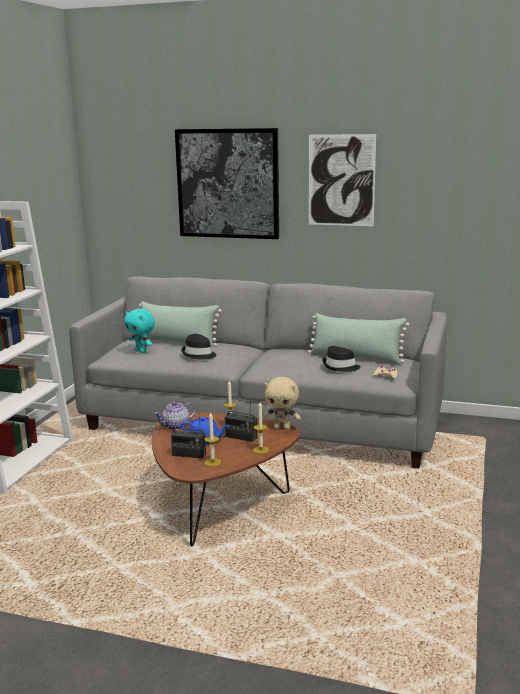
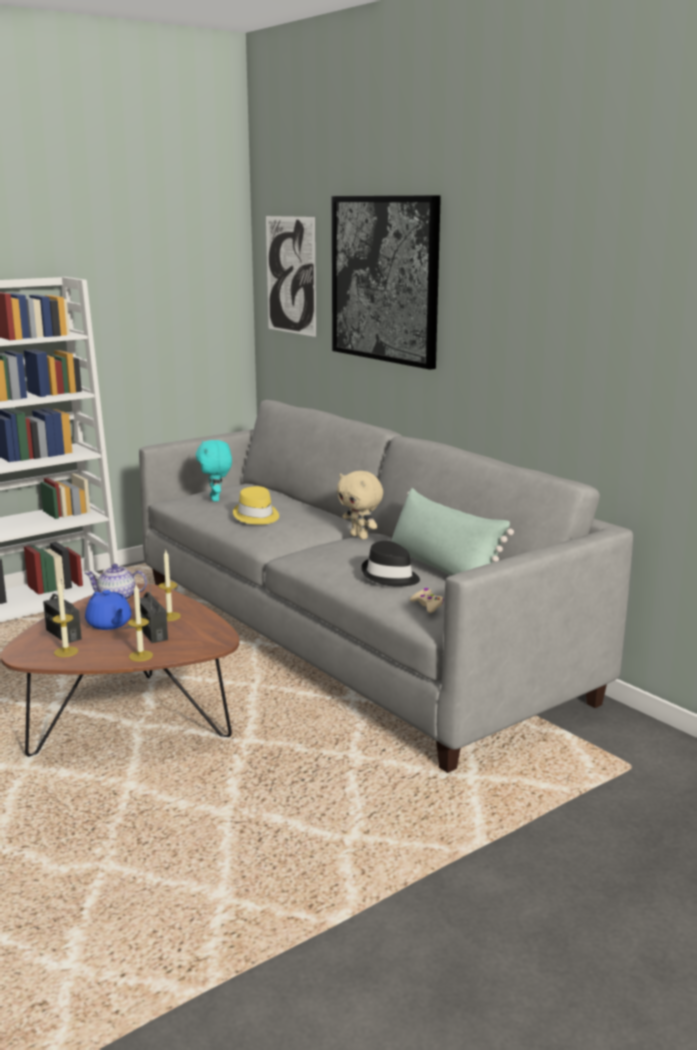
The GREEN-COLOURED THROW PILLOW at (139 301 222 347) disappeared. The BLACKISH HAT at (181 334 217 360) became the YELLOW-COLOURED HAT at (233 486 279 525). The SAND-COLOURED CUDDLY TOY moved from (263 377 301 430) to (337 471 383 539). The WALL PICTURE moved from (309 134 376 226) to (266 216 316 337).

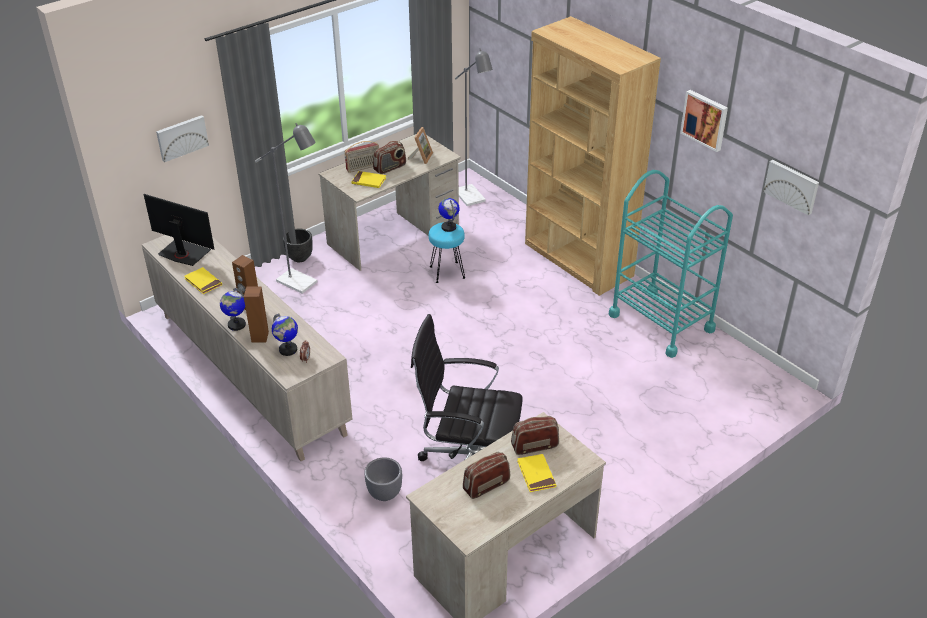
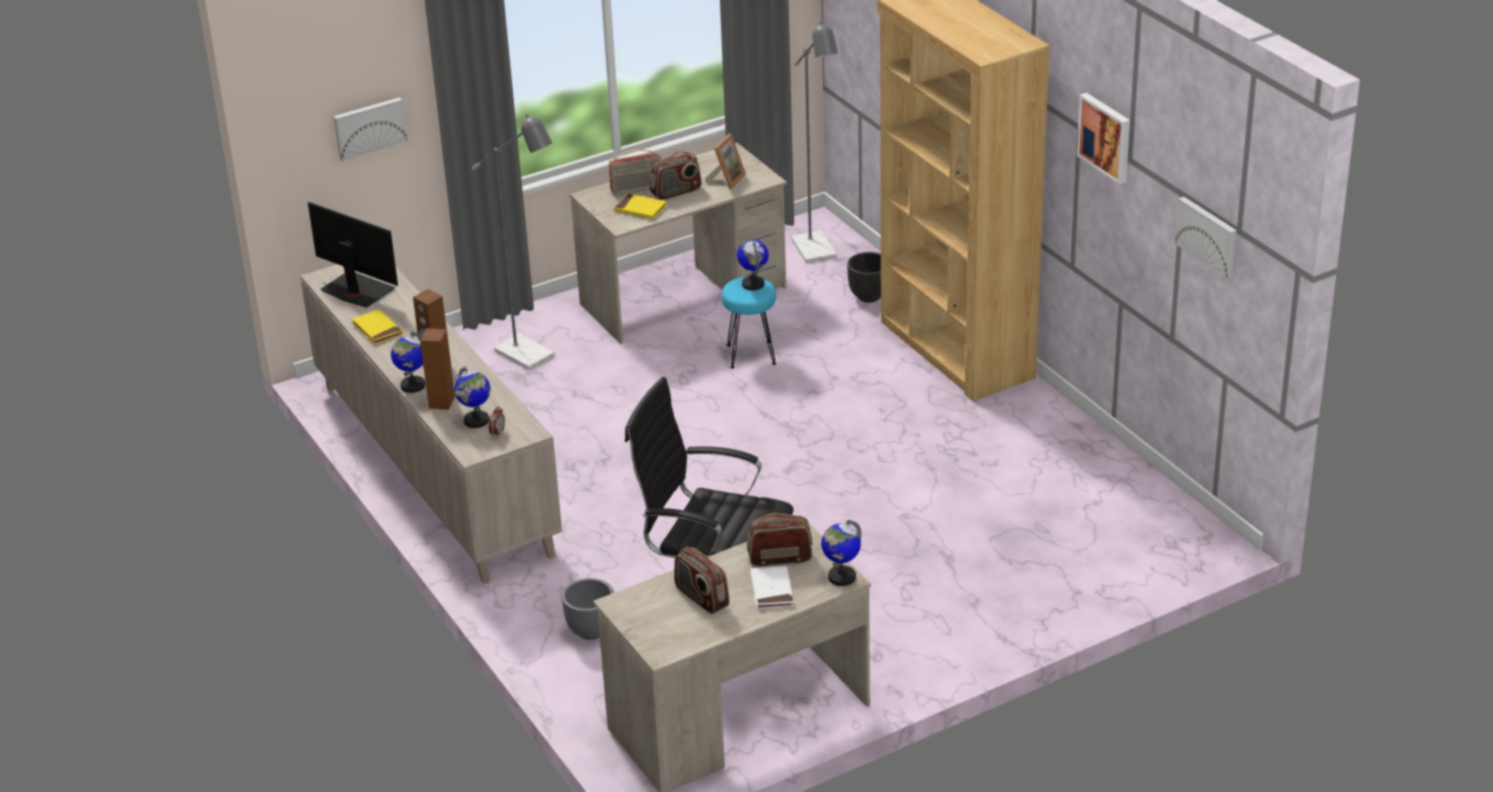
The BLACKISH PLANTER moved from (283 229 313 262) to (847 252 881 302). The RADIO at (463 452 510 499) turned 105 degrees counterclockwise. The YELLOW-COLOURED BOUND BOOK at (517 454 556 492) became the WHITE-COLOURED BOUND BOOK at (751 566 794 609). The TURQUOISE CART at (609 170 733 358) disappeared. The GLOBE at (821 520 861 586) appeared.

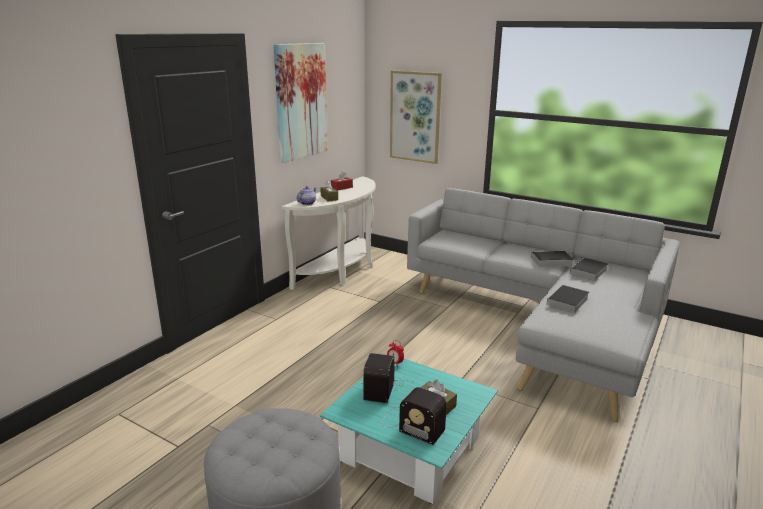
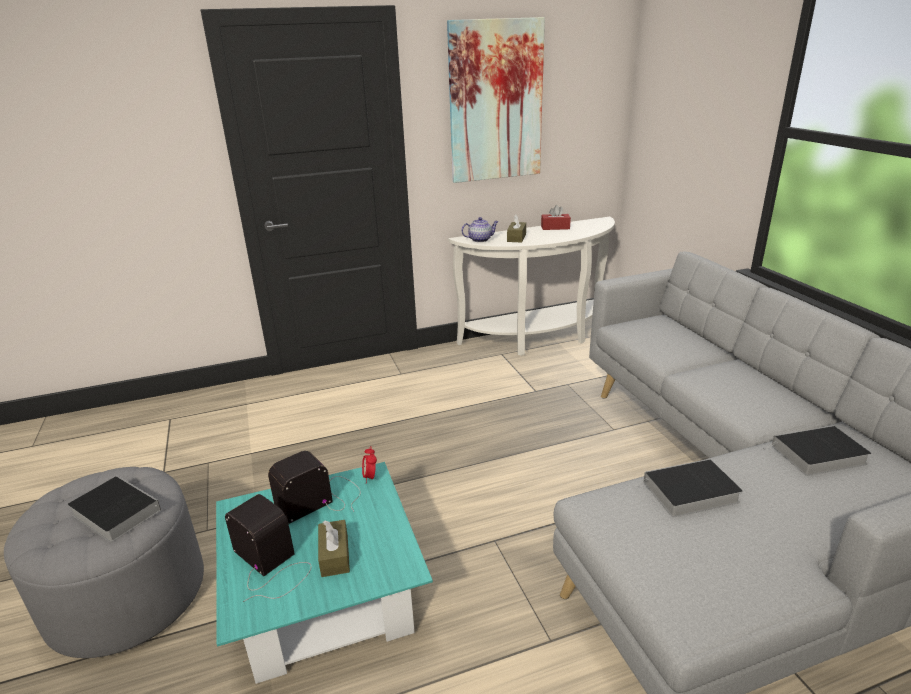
The RADIO at (382 387 447 445) turned 150 degrees clockwise. The WALL PICTURE at (390 70 442 164) disappeared. The BOUND BOOK moved from (526 251 574 267) to (68 476 161 542).

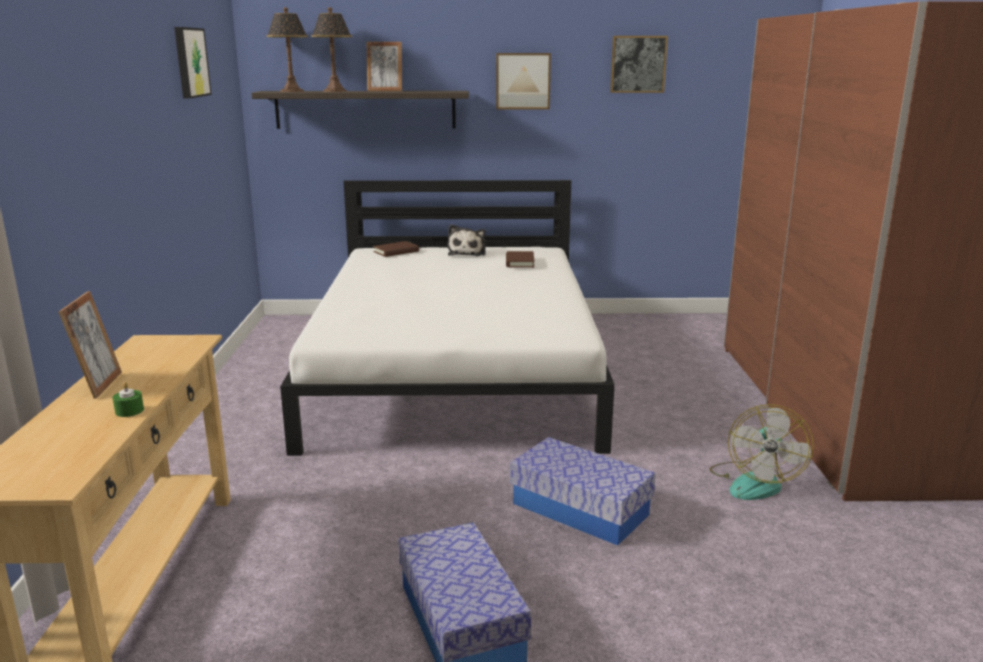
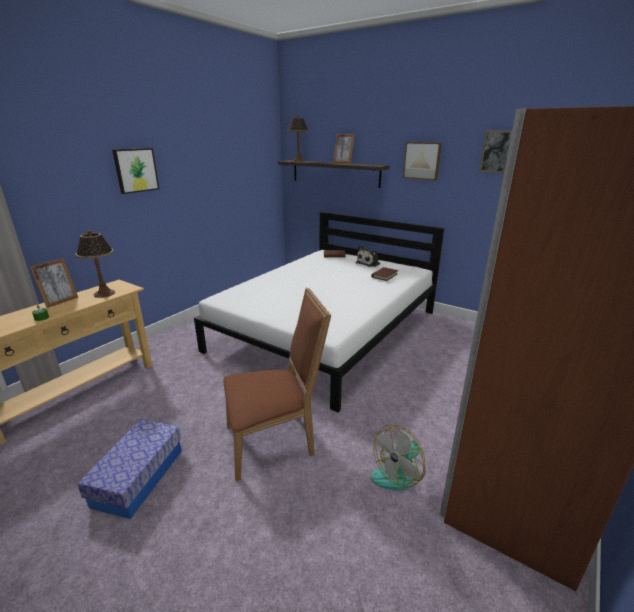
The WALL PICTURE moved from (174 27 212 99) to (112 148 159 194). The LAMP FOR A TABLE moved from (311 7 352 92) to (75 230 115 298). The STORAGE CONTAINER at (510 437 656 545) was replaced by the BROWN PLAIN CHAIR at (223 288 331 481).

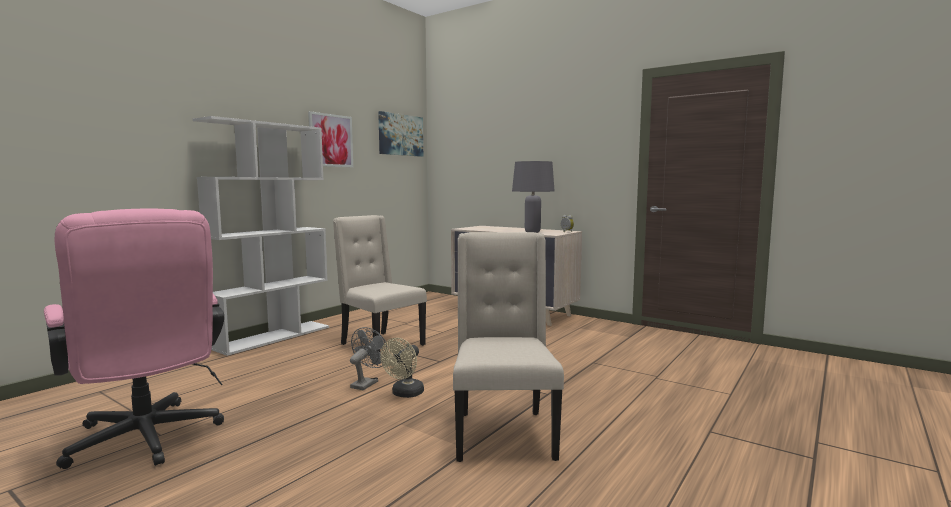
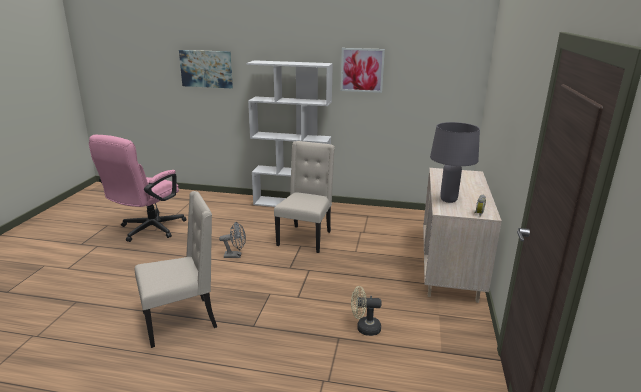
The WALL PICTURE moved from (378 111 423 157) to (179 50 233 88). The SAND-COLOURED COOLING FAN moved from (380 338 424 398) to (351 286 381 336).

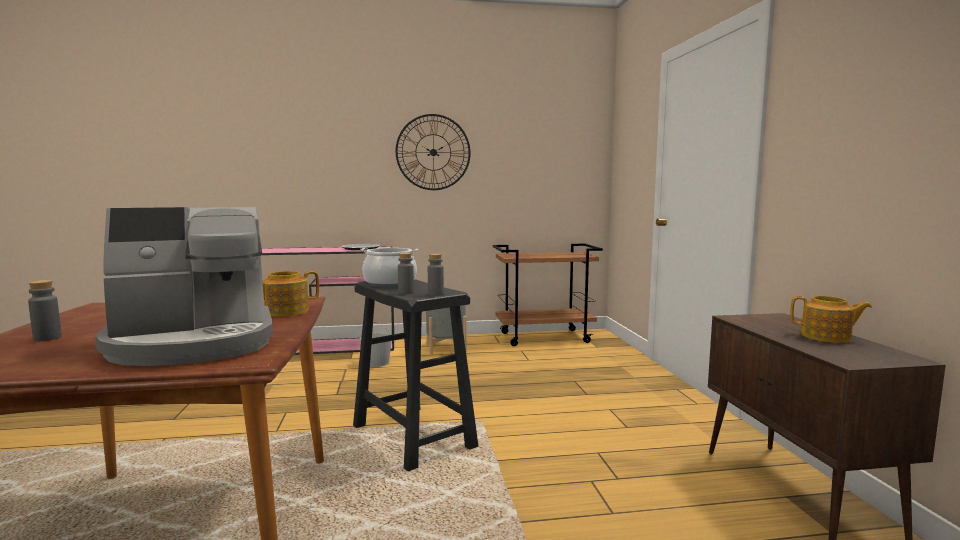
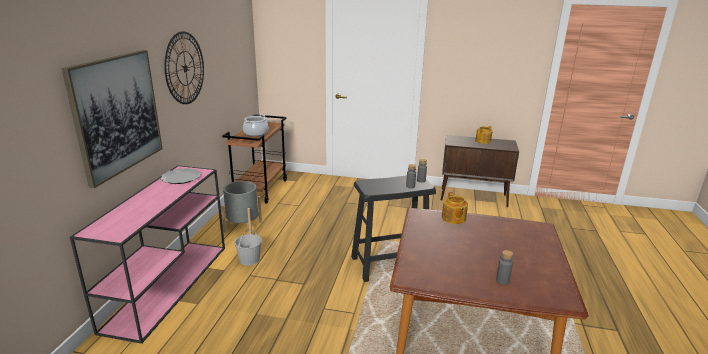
The COFFEE BREWER at (95 207 273 366) disappeared. The COOKING POT moved from (360 248 418 287) to (243 115 268 137). The WALL PICTURE at (62 50 163 188) appeared.

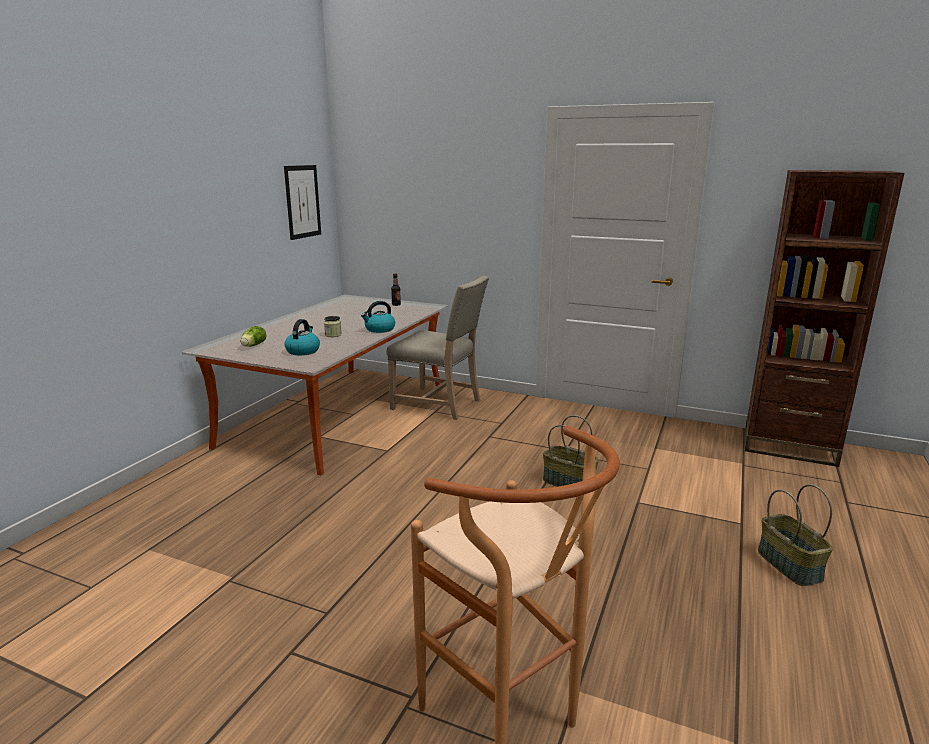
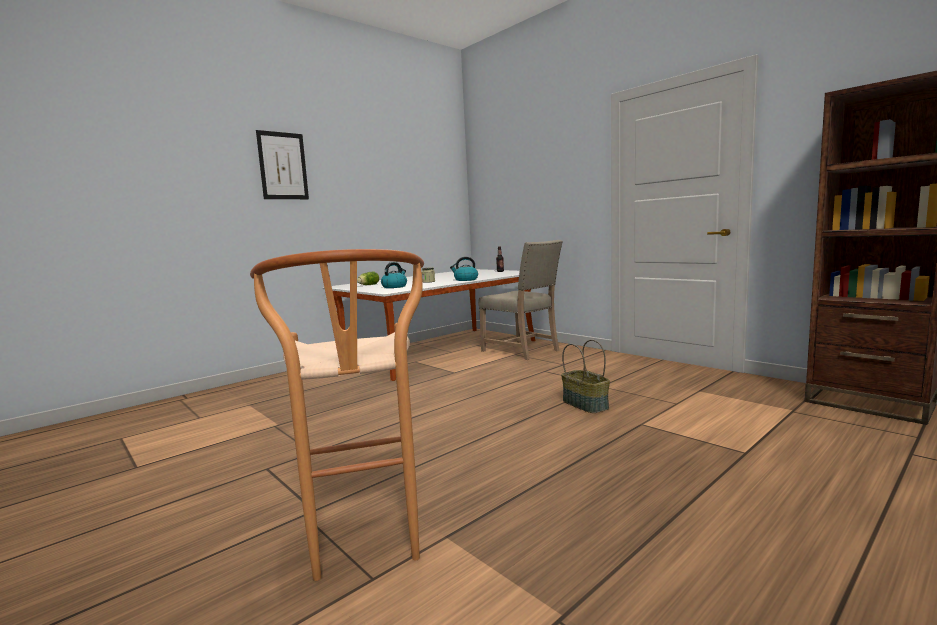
The WALL PICTURE moved from (284 165 321 240) to (256 130 309 199). The STORAGE BASKET at (758 484 833 586) disappeared.

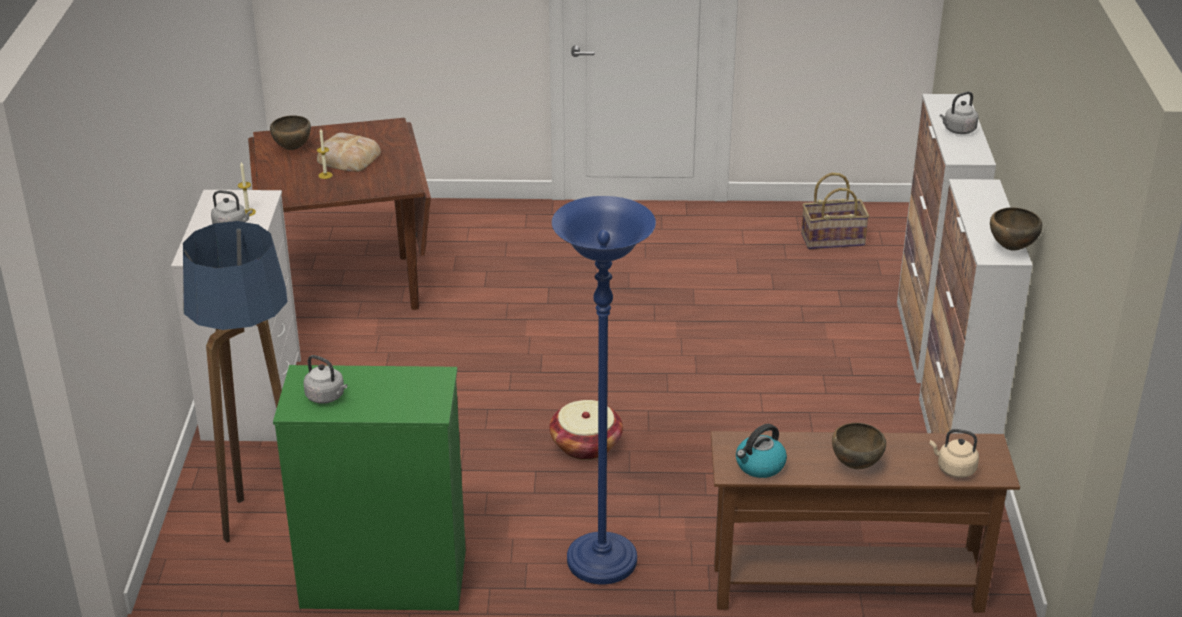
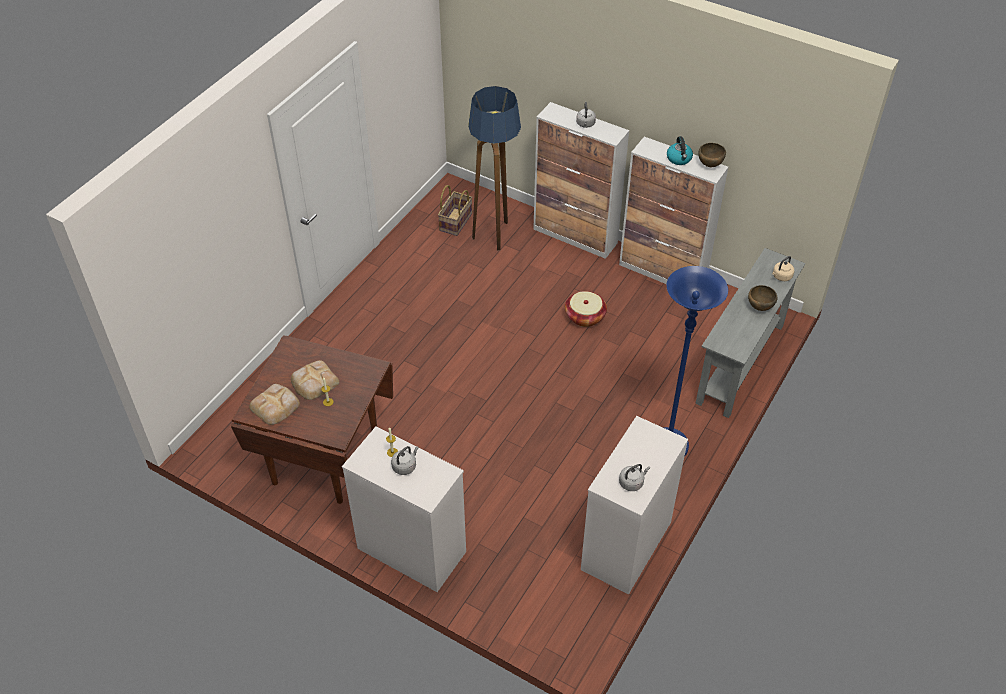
The STANDARD LAMP moved from (183 221 288 543) to (468 86 521 251). The BROWN DEEP DISH at (270 115 311 150) was replaced by the BAKED BREAD at (249 384 300 425). The GREEN-COLOURED DRESSER at (273 365 466 611) became the WHITE-COLOURED DRESSER at (581 416 688 595). The STORAGE BASKET moved from (549 400 623 460) to (565 291 607 327). The BROWN HALL TABLE at (711 431 1020 613) became the GREY HALL TABLE at (695 248 805 418). The WATER KETTLE moved from (736 424 787 478) to (667 136 693 165).

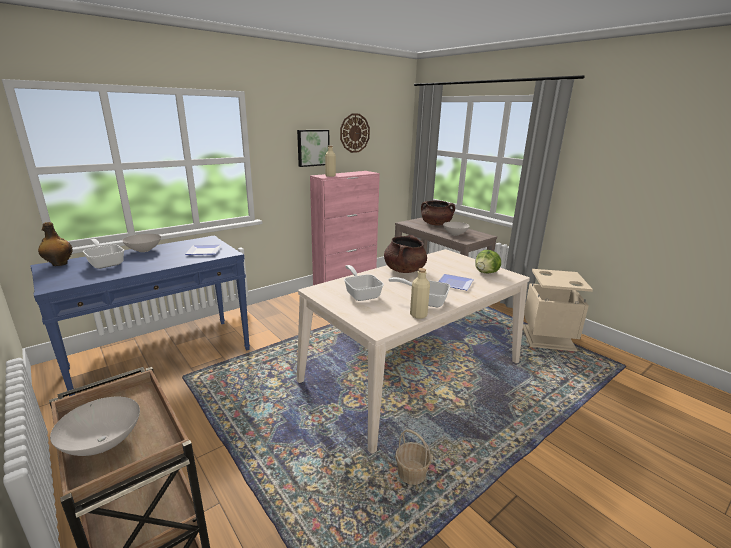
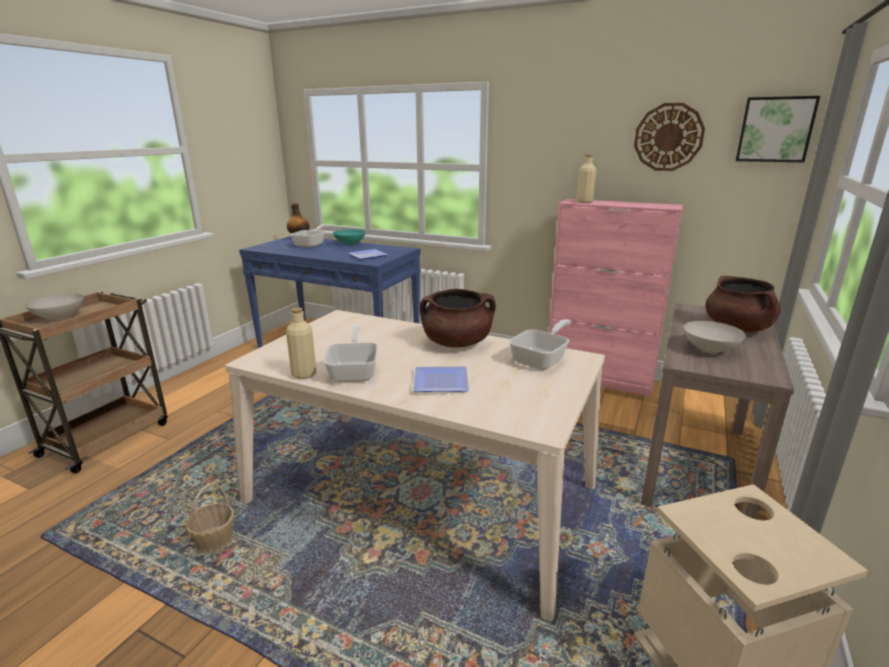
The WHITE-COLOURED DEEP DISH at (122 234 161 252) became the TURQUOISE DEEP DISH at (333 229 366 246). The WALL PICTURE moved from (297 130 329 167) to (736 96 820 162). The SKILLET moved from (344 265 384 301) to (509 319 571 370). The HEAD OF LETTUCE at (475 250 501 274) disappeared.

